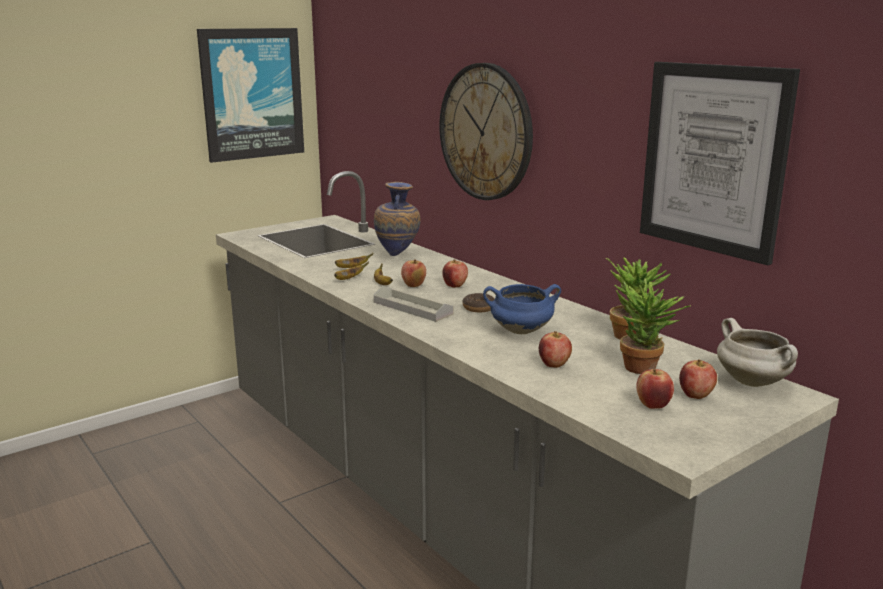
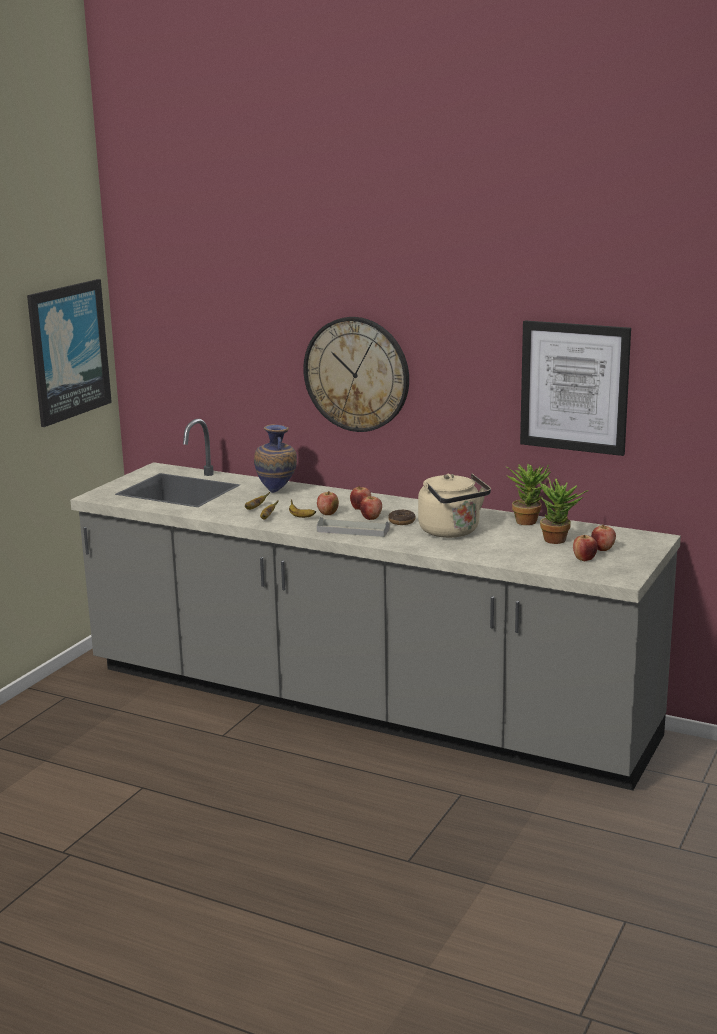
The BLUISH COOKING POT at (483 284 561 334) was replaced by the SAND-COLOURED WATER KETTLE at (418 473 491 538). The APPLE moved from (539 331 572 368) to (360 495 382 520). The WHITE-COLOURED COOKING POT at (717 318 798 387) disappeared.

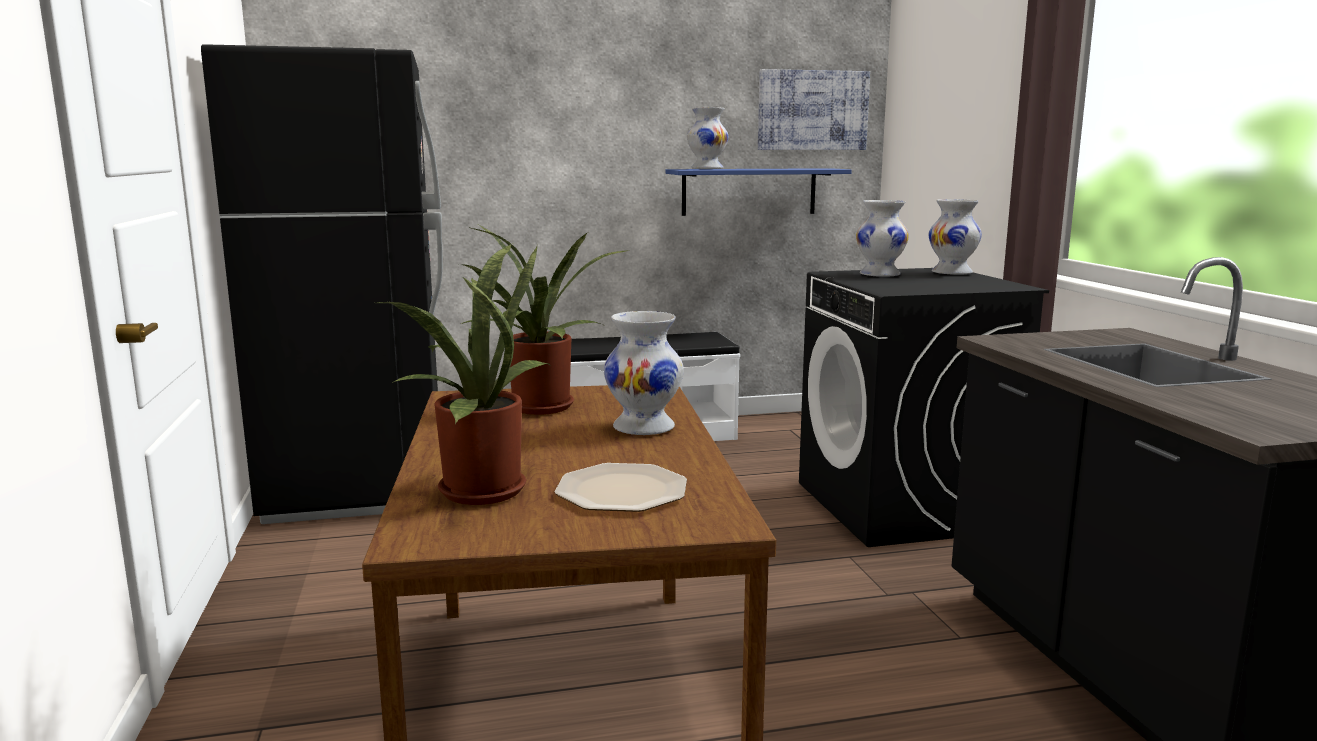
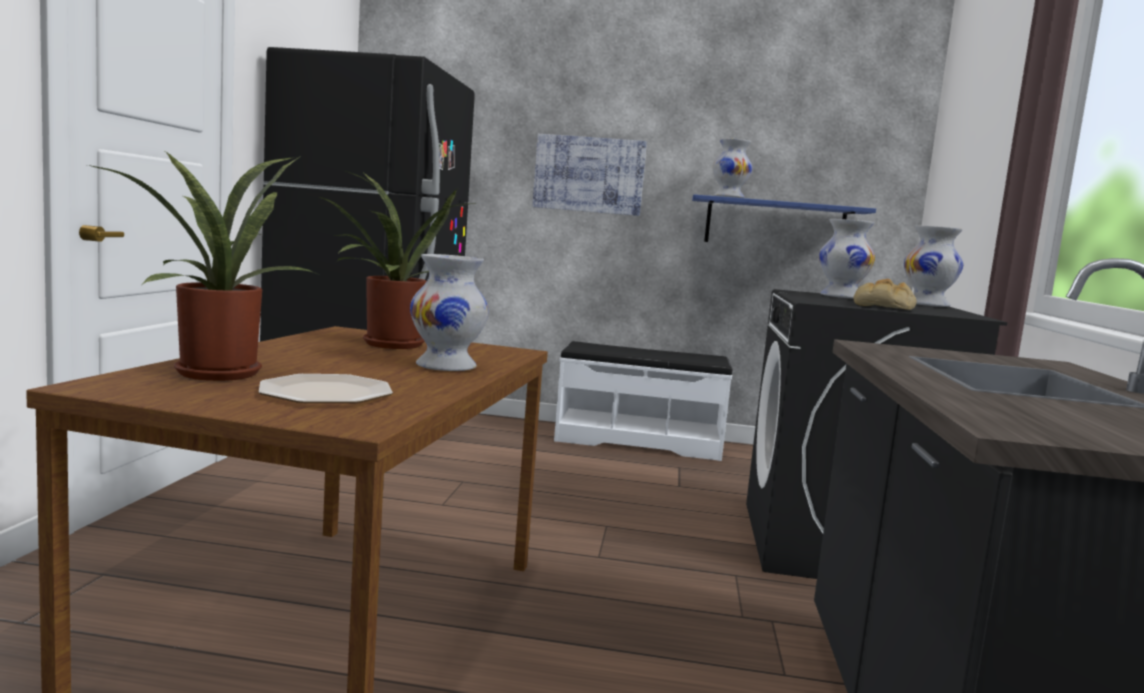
The WALL PICTURE moved from (758 69 870 150) to (533 134 647 216). The BAKED BREAD at (853 279 917 310) appeared.

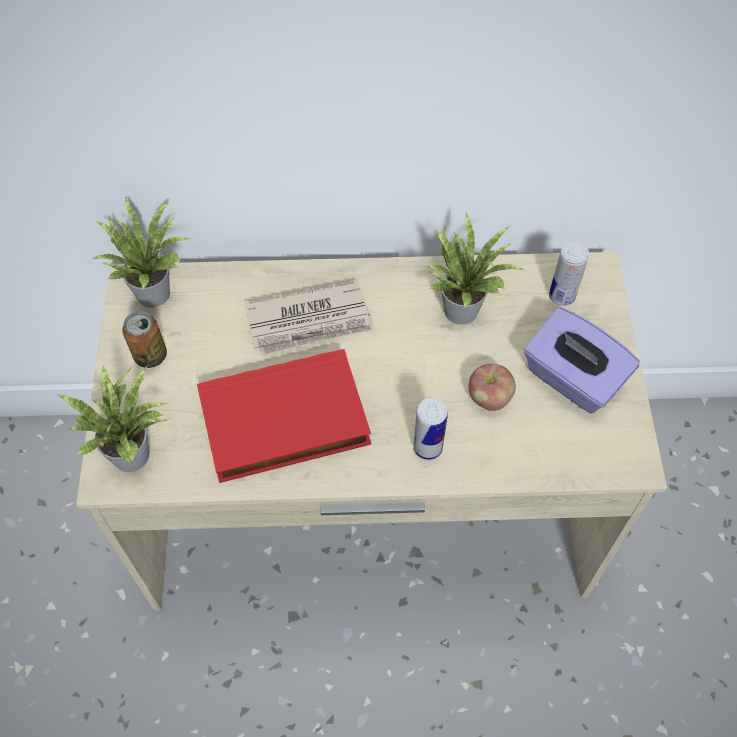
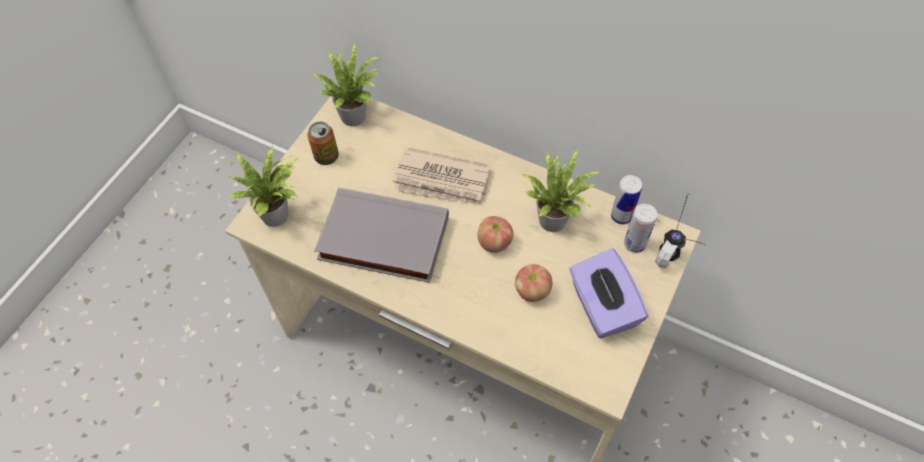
The REDDISH BOUND BOOK at (197 349 371 483) became the GREY BOUND BOOK at (314 188 449 283). The CAN moved from (413 397 448 460) to (611 175 642 225). The APPLE at (477 216 513 253) appeared. The HEADSET at (655 192 706 268) appeared.

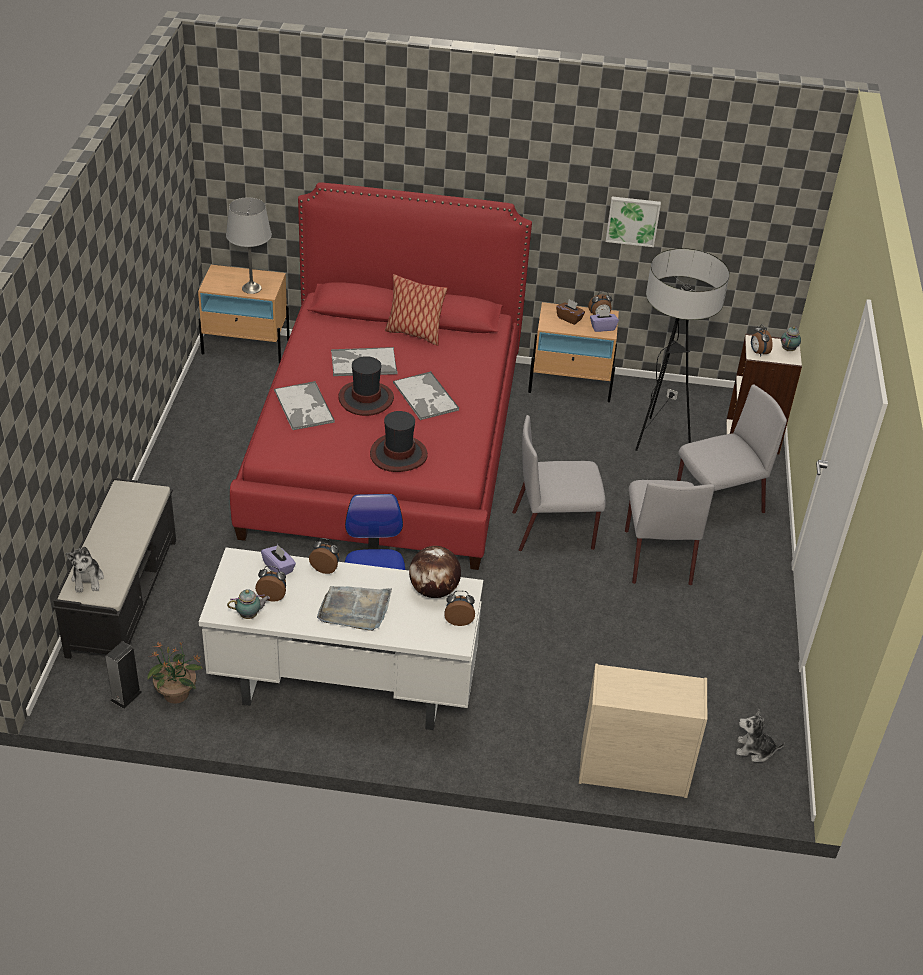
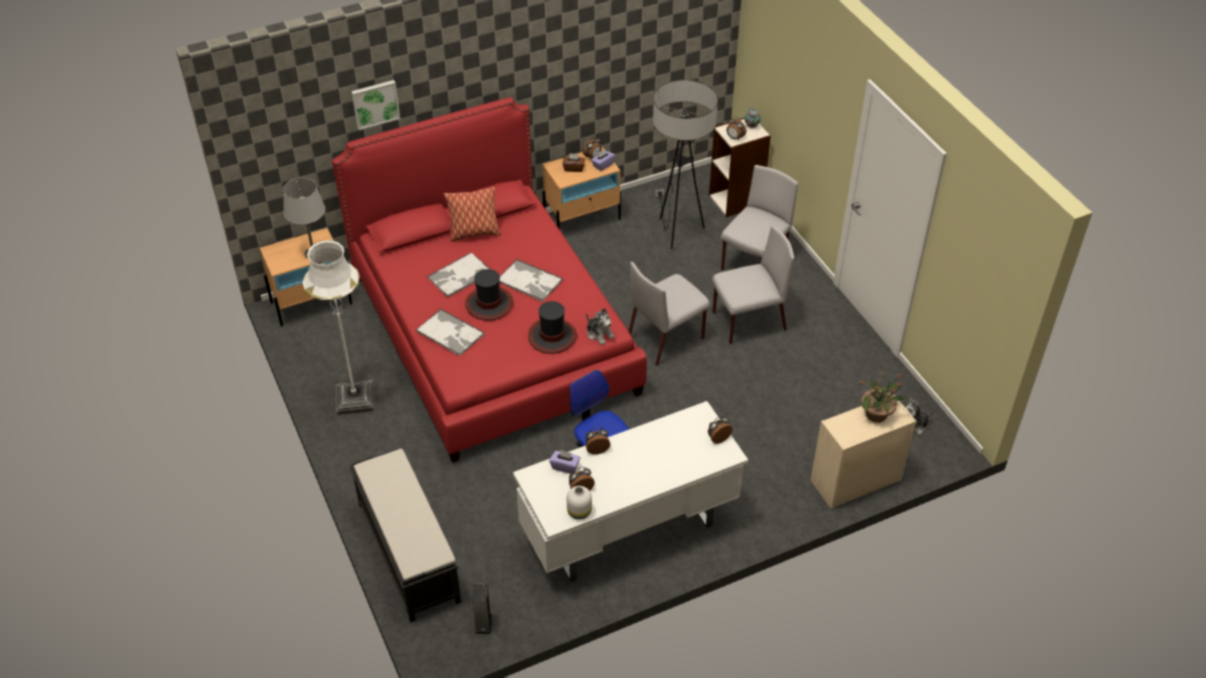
The CUDDLY TOY moved from (65 546 104 592) to (586 308 615 345). The POTTED PLANT moved from (147 642 203 704) to (858 371 908 423). The TEAPOT at (227 589 270 619) was replaced by the WHITE-COLOURED DECORATIVE VASE at (567 486 592 520). The GREY CARRYING TRAY at (317 586 392 631) disappeared. The GLOBE at (409 546 461 598) disappeared. The WALL PICTURE moved from (606 196 661 247) to (351 80 400 130). The GREY PLAIN CHAIR at (625 480 715 585) turned 75 degrees counterclockwise. The WHITE-COLOURED STANDARD LAMP at (303 240 374 415) appeared.

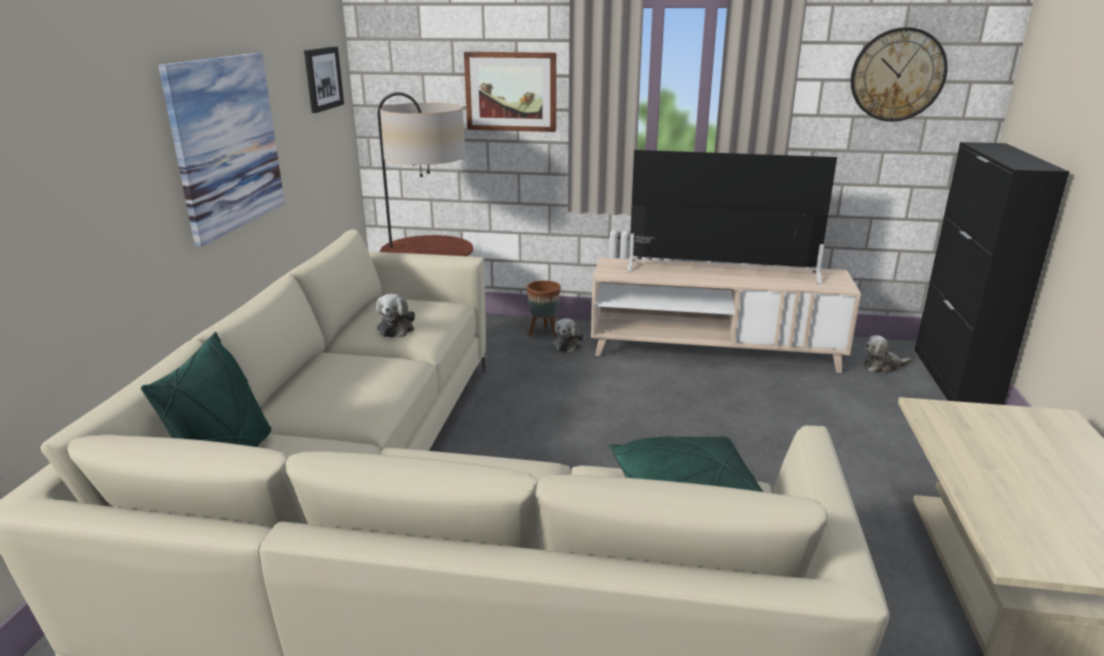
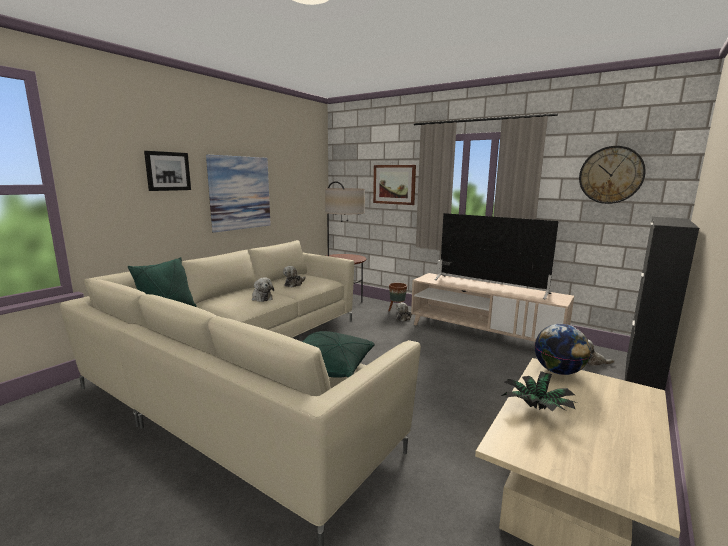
The WALL PICTURE moved from (304 47 344 113) to (144 151 191 191). The CUDDLY TOY at (252 278 274 302) appeared. The POTTED PLANT at (501 371 577 412) appeared. The GLOBE at (535 324 591 375) appeared.

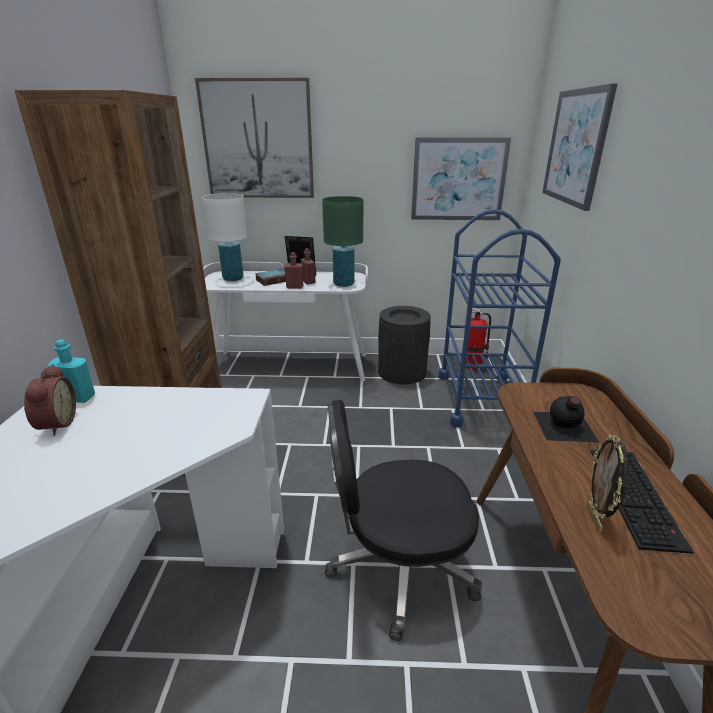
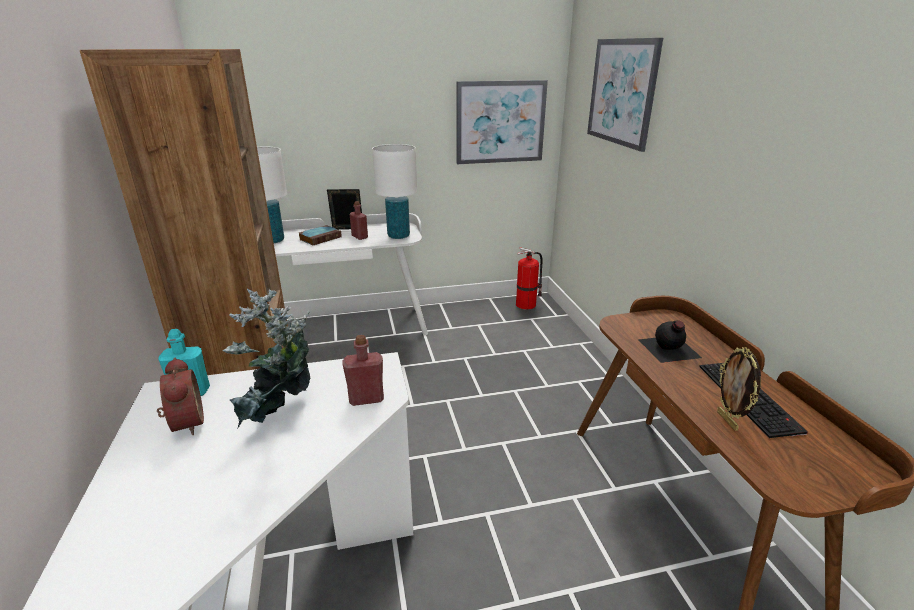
The WALL PICTURE at (195 78 314 198) disappeared. The REDDISH BOTTLE moved from (284 252 303 289) to (342 335 384 406). The GREEN-COLOURED LAMP FOR A TABLE at (322 196 364 287) became the WHITE-COLOURED LAMP FOR A TABLE at (372 144 417 239). The BLACKISH OFFICE CHAIR at (325 400 482 641) disappeared. The BLACKISH WASTE BIN at (378 306 431 384) disappeared. The BLUISH CART at (438 209 561 428) disappeared. The POTTED PLANT at (222 288 311 427) appeared.

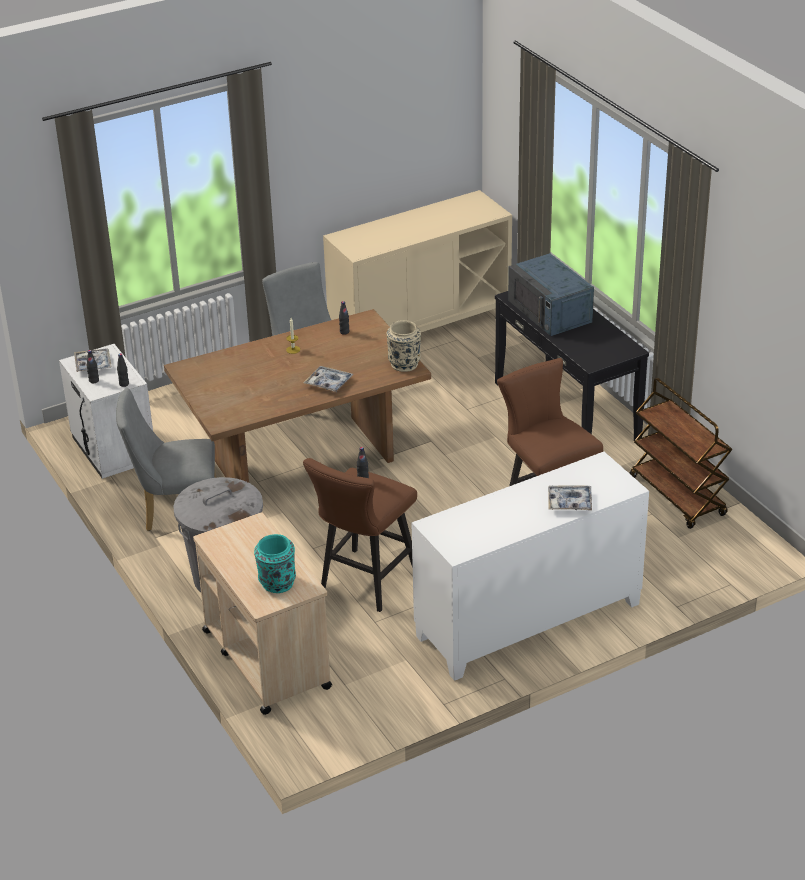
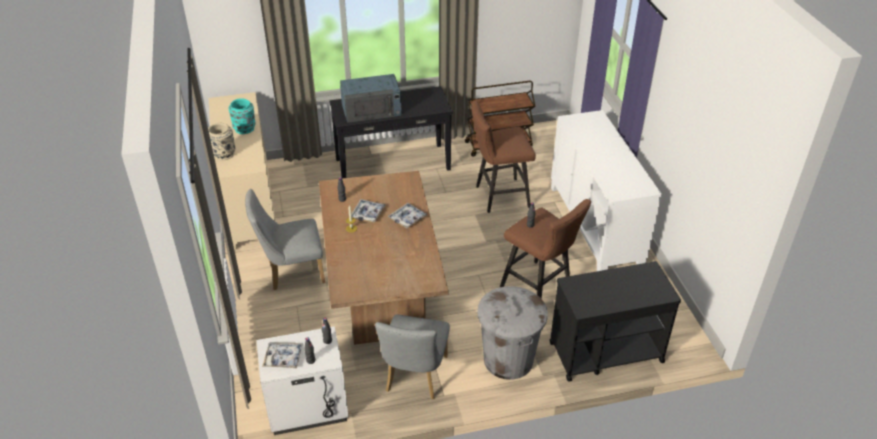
The SAND-COLOURED CART at (193 512 332 715) became the BLACKISH CART at (550 261 681 382). The TURQUOISE DECORATIVE VASE moved from (254 534 296 593) to (229 98 256 134). The SAND-COLOURED DECORATIVE VASE moved from (387 320 421 372) to (208 123 236 160). The CARRYING TRAY moved from (548 485 592 511) to (351 199 386 223).

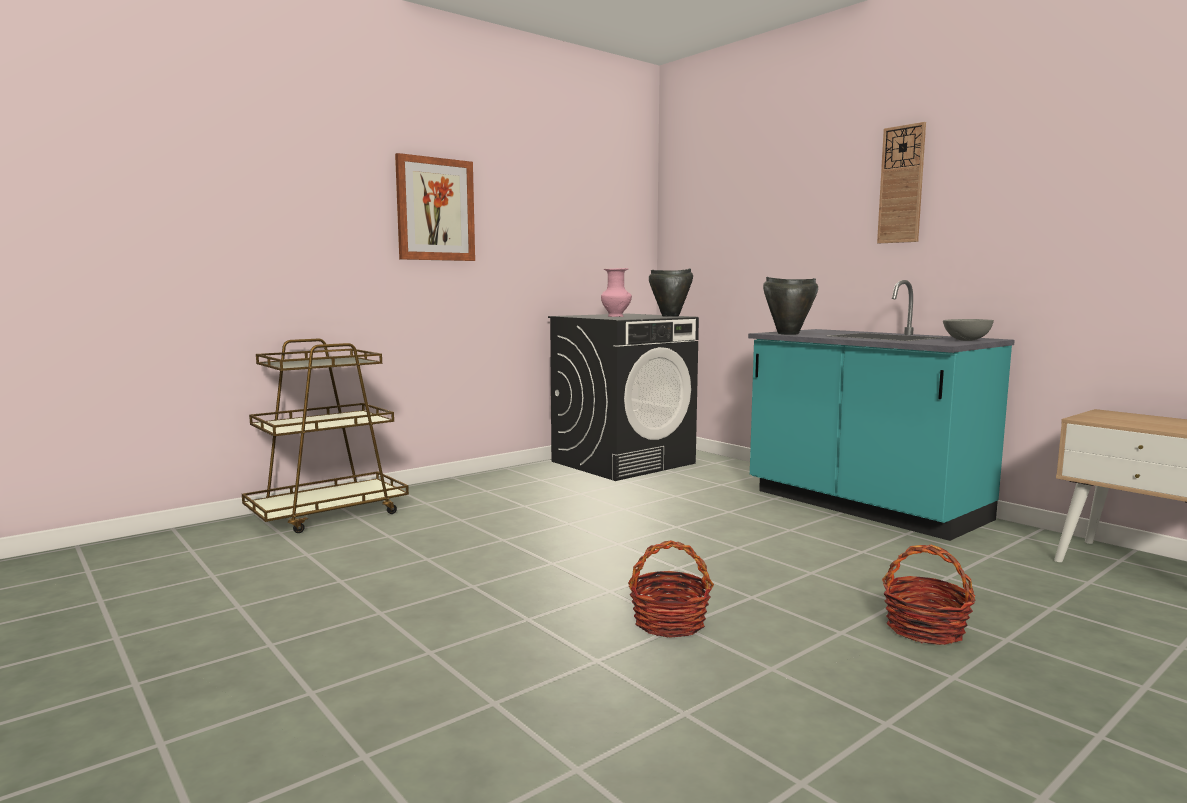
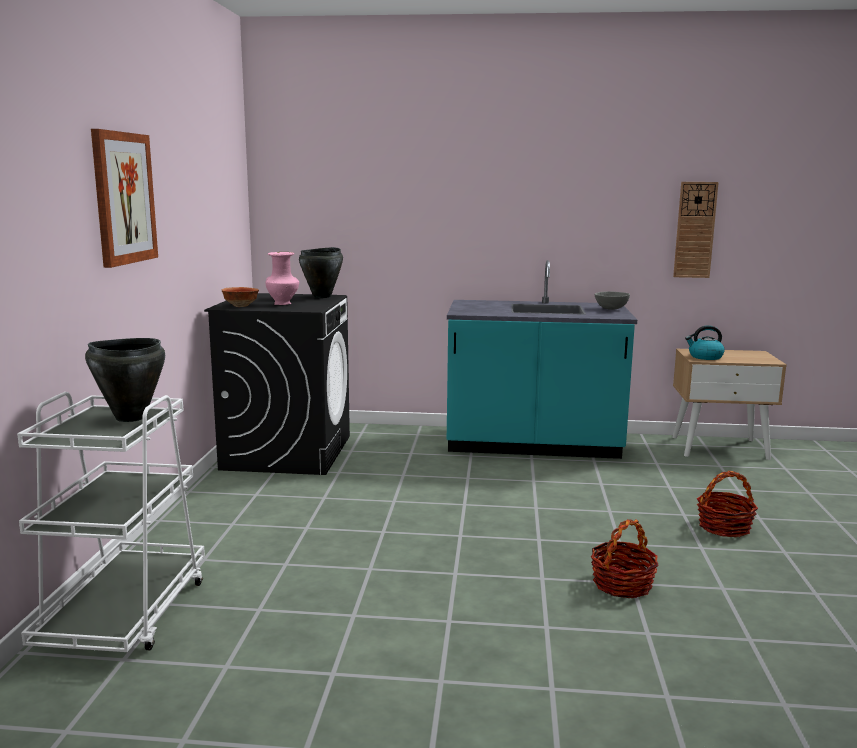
The BROWN CART at (242 339 409 533) became the WHITE-COLOURED CART at (17 392 205 652). The BLACKISH COOKING POT moved from (763 277 818 335) to (85 338 165 422). The HANGING CLOCK moved from (877 122 926 243) to (673 182 719 278). The DEEP DISH at (221 287 259 307) appeared. The WATER KETTLE at (685 325 725 360) appeared.

